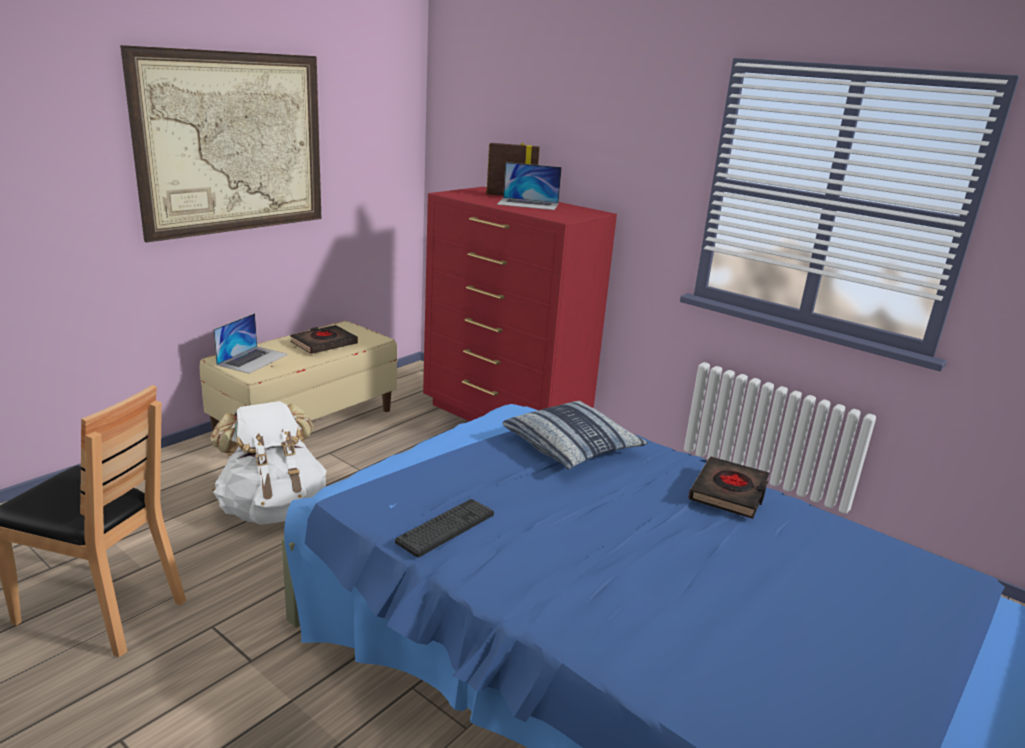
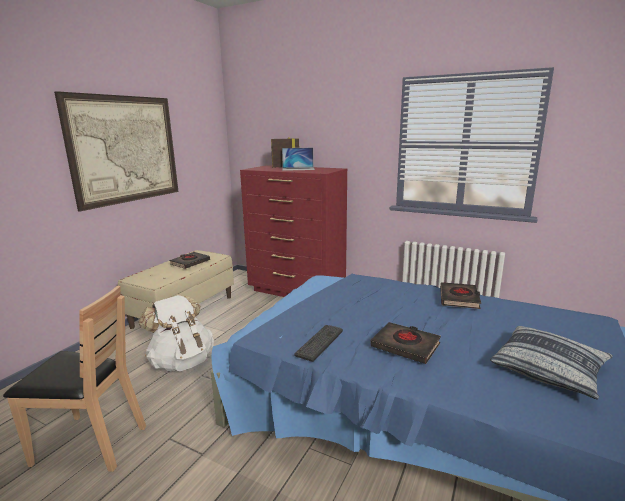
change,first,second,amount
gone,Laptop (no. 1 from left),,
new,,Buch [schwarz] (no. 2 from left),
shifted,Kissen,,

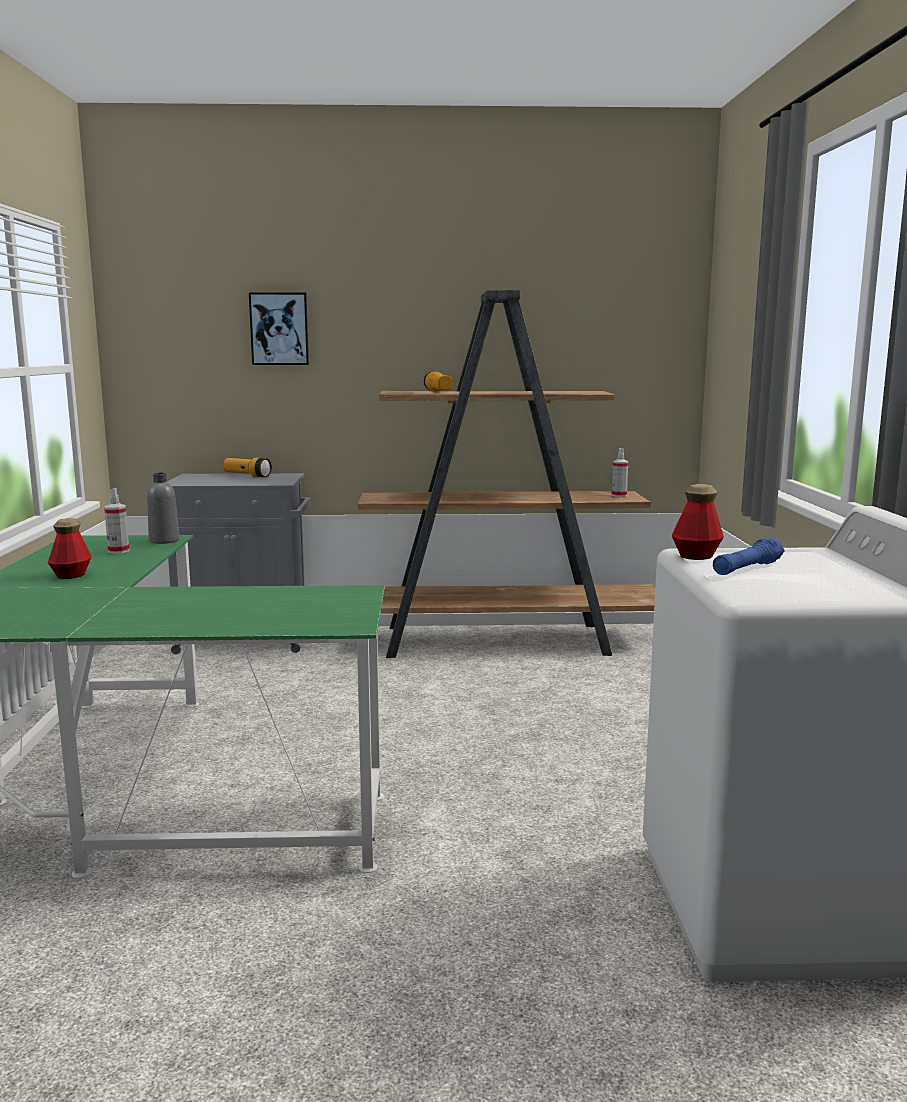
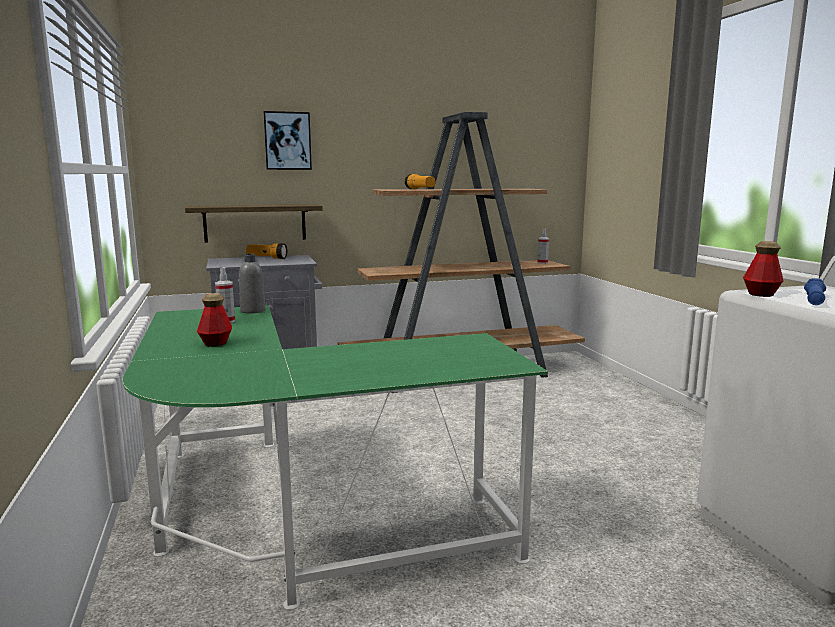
change,first,second,amount
new,,Wandregal,

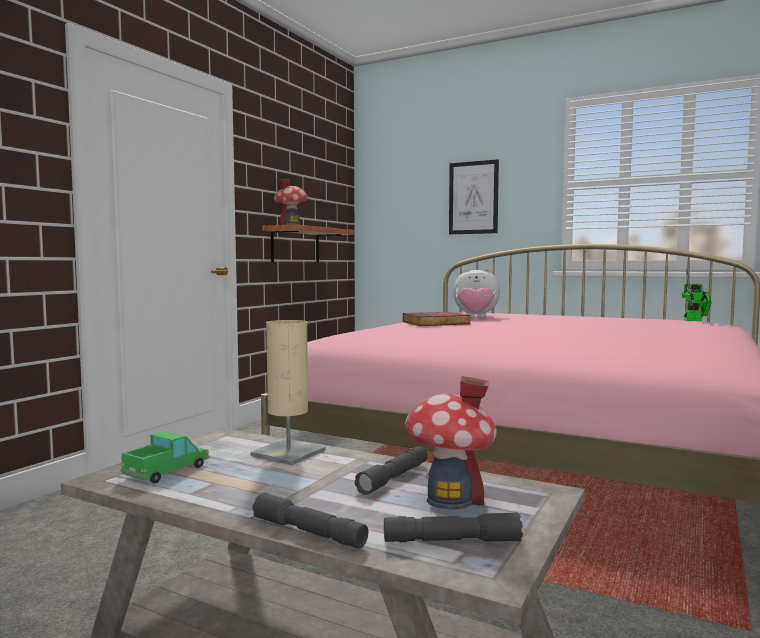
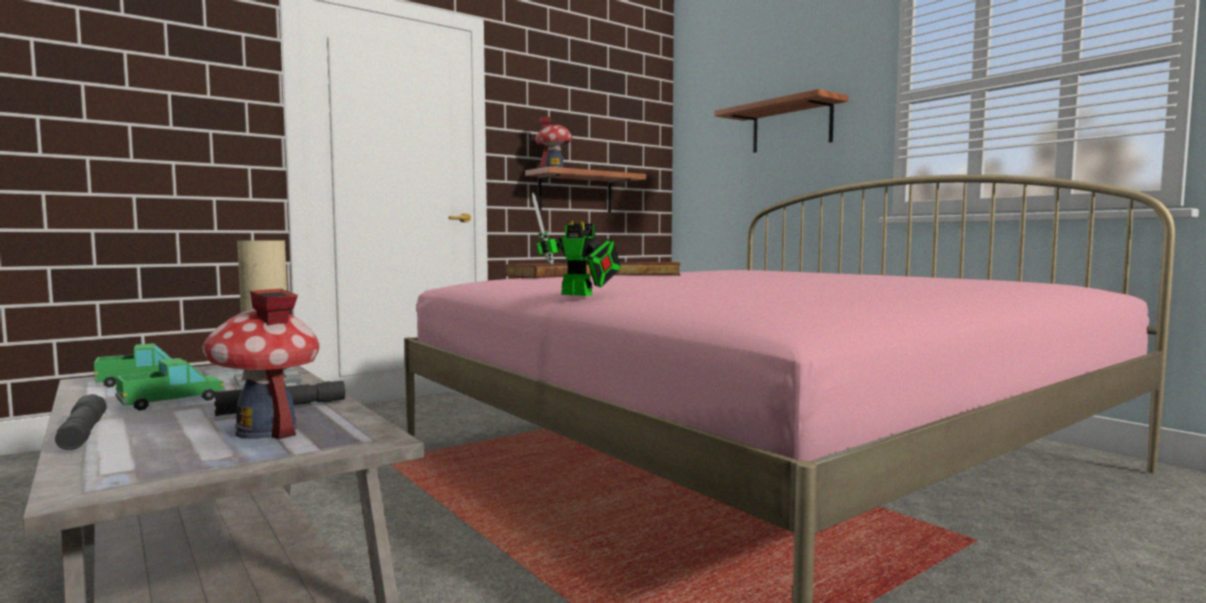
change,first,second,amount
gone,Taschenlampe [grau] (no. 3 from left),,
gone,Plüschtier,,
new,,Spielzeuglaster (no. 2 from left),
new,,Buch (no. 1 from left),
shifted,Spielzeugroboter,,
swapped,Bild,Wandregal (no. 2 from left),

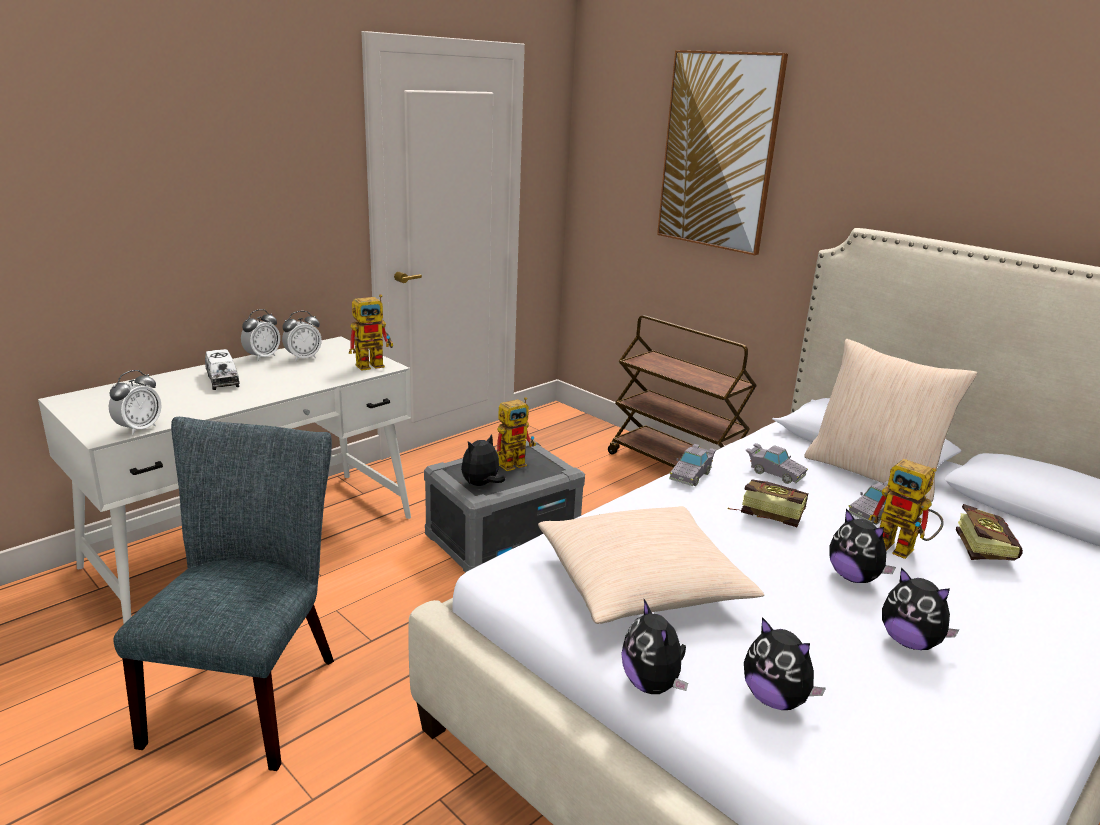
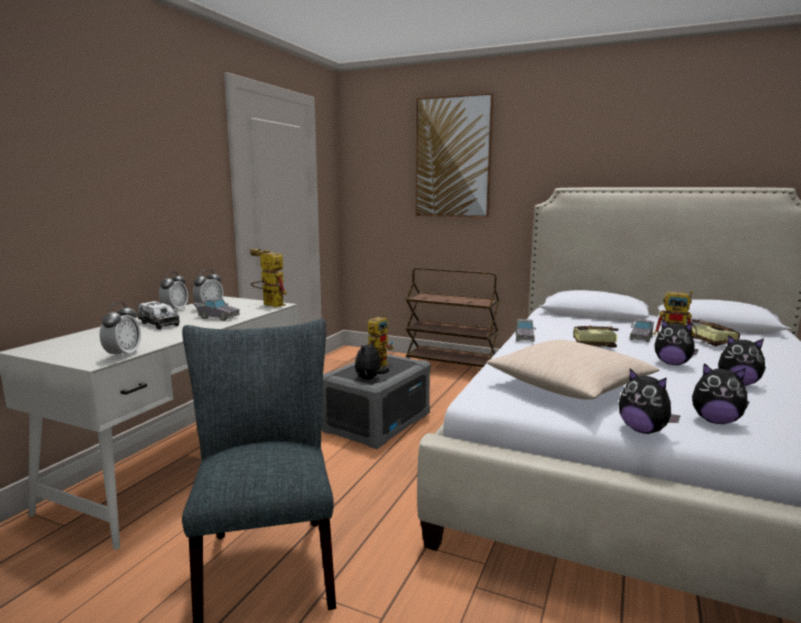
change,first,second,amount
gone,Kissen [beige] (no. 2 from left),,
shifted,Spielzeugauto [grau] (no. 2 from left in the first image),Spielzeugauto [grau] (no. 1 from left),
rotated,Spielzeugroboter (no. 1 from left),,90 degrees counterclockwise

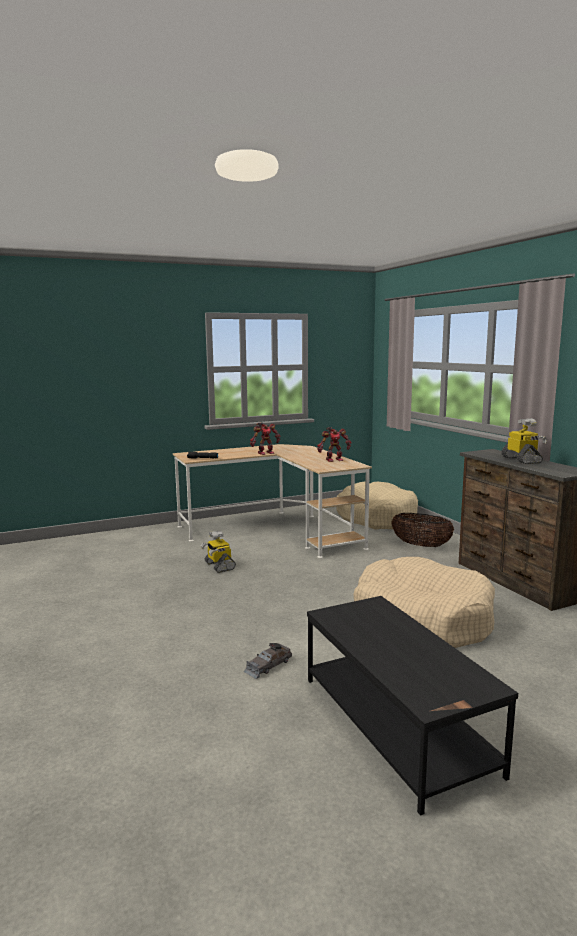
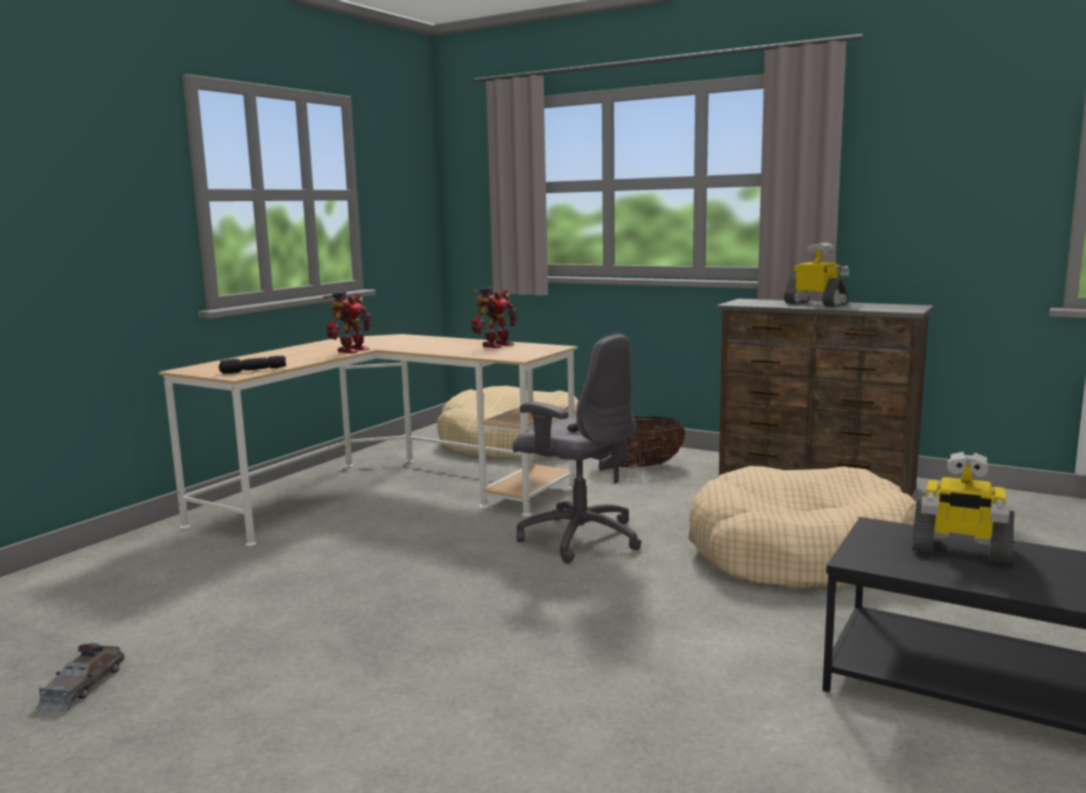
change,first,second,amount
new,,Bürostuhl [grau],
shifted,Spielzeugroboter (no. 1 from left in the first image),Spielzeugroboter (no. 4 from left),
shifted,Spielzeugauto [grau],,

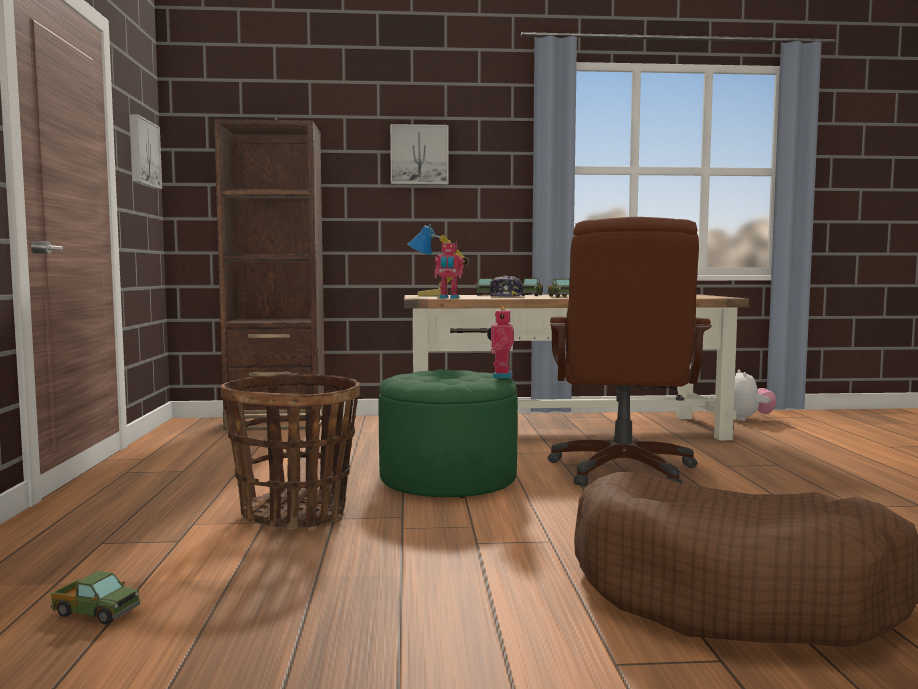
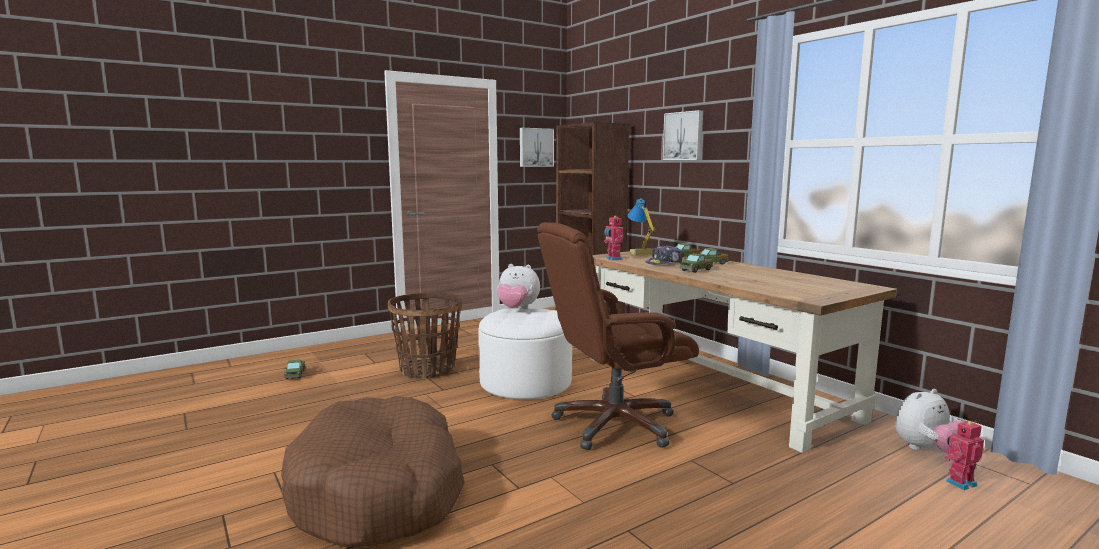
change,first,second,amount
new,,Plüschtier (no. 1 from left),
shifted,Spielzeugroboter (no. 2 from left),,
repainted,Polsterhocker [grün],Polsterhocker [weiß],

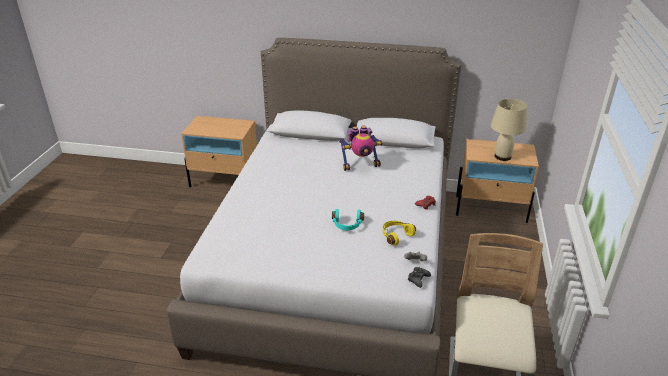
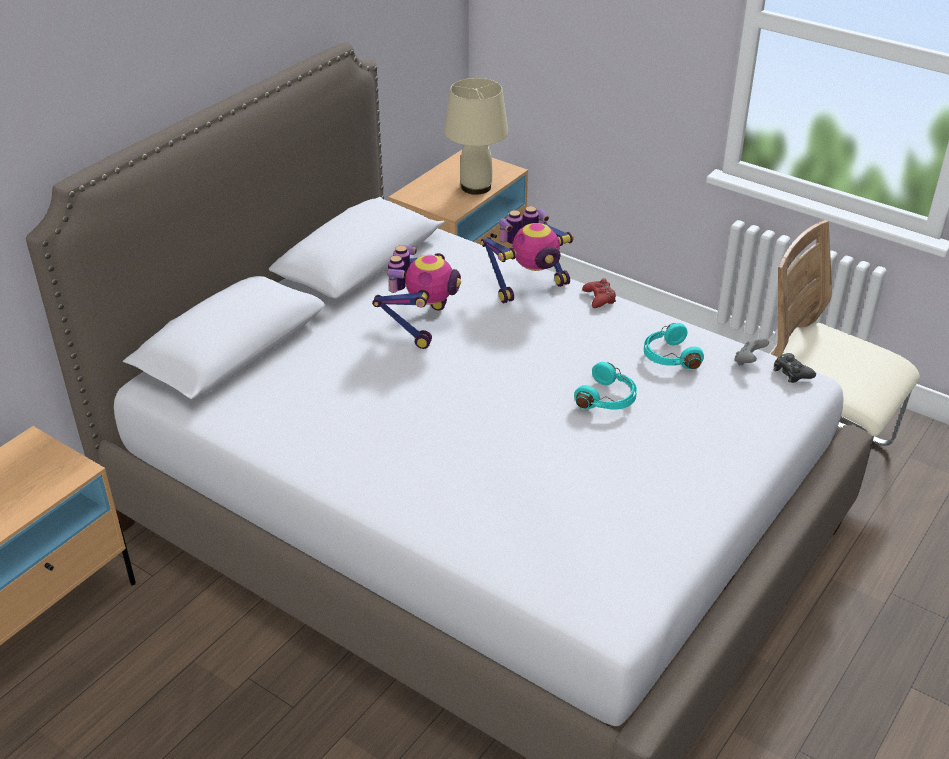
change,first,second,amount
new,,Spielzeugroboter (no. 2 from left),
repainted,Kopfhörer [gelb],Kopfhörer [türkis] (no. 2 from left),

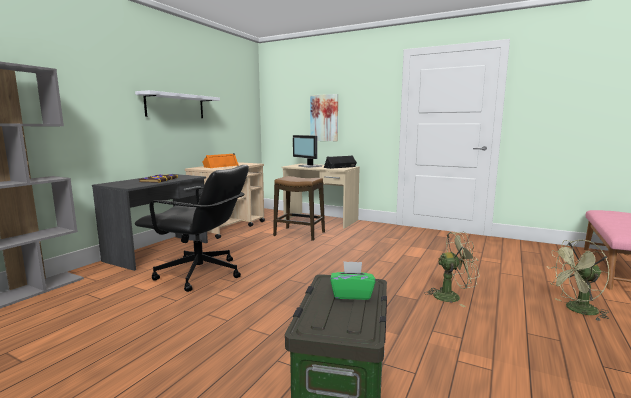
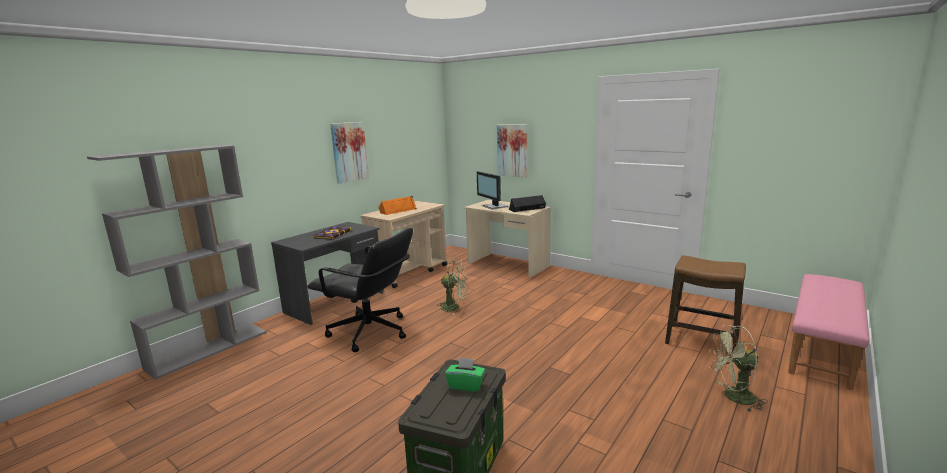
change,first,second,amount
shifted,Hocker,,
shifted,Ventilator [grün] (no. 1 from left),,
swapped,Wandregal [weiß],Bild (no. 1 from left),

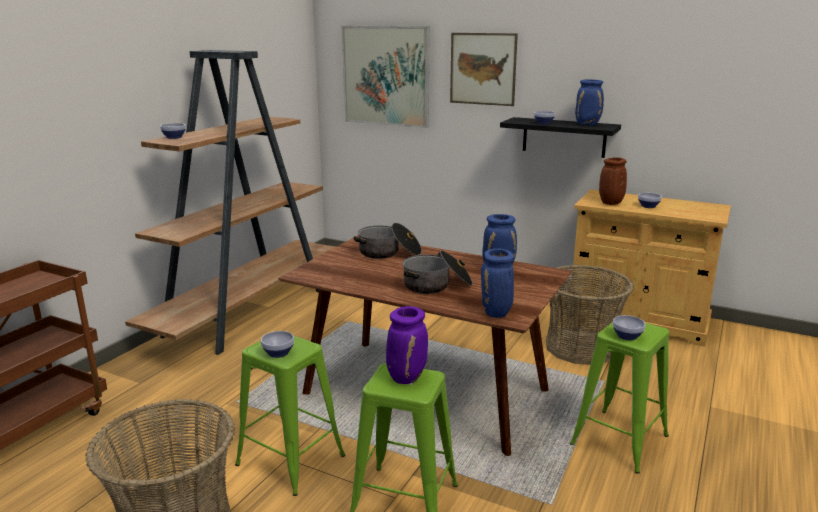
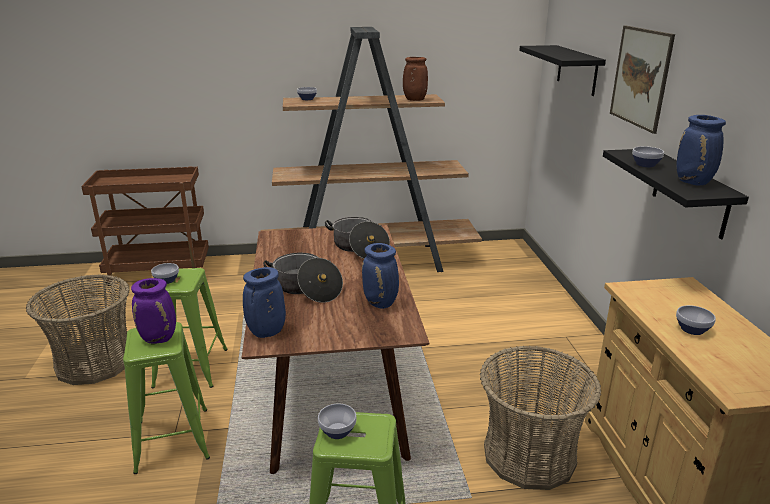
change,first,second,amount
shifted,Vase [braun],,
swapped,Bild (no. 1 from left),Wandregal [schwarz] (no. 1 from left),

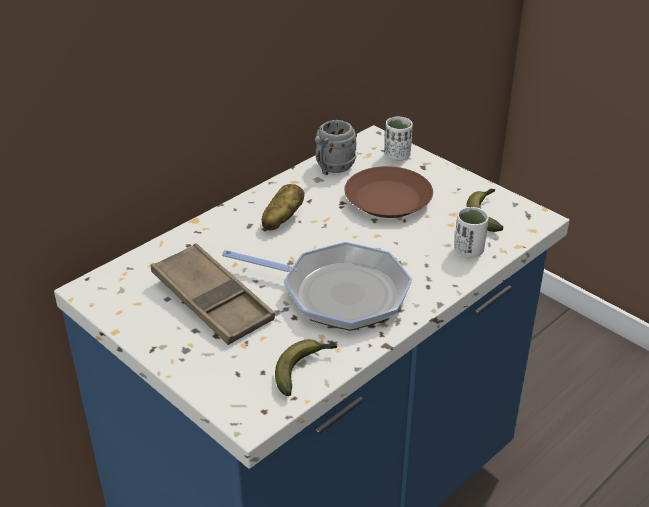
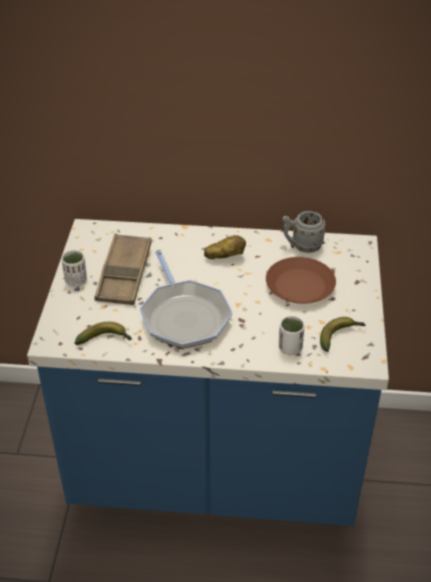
change,first,second,amount
shifted,Tasse [weiß] (no. 1 from left),,

